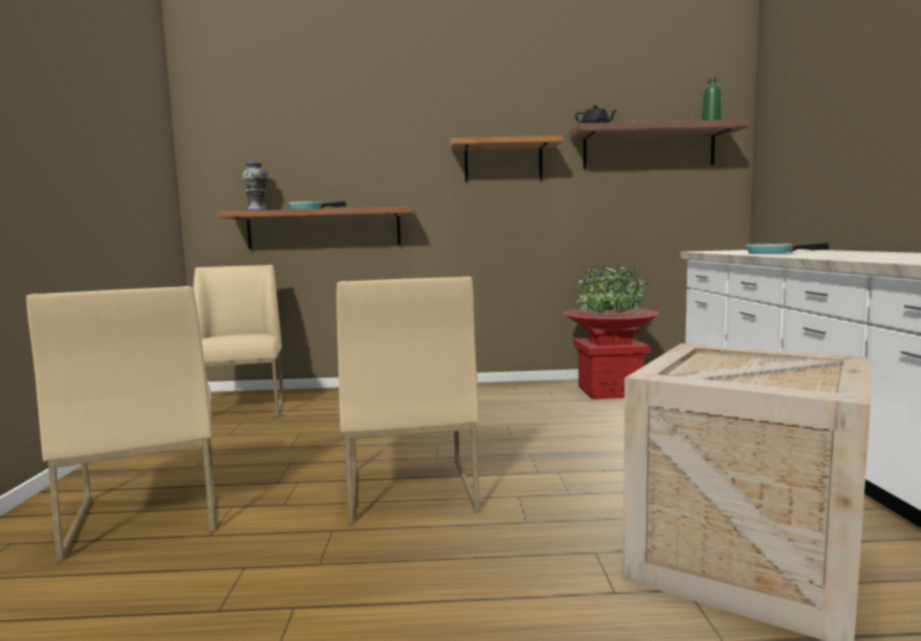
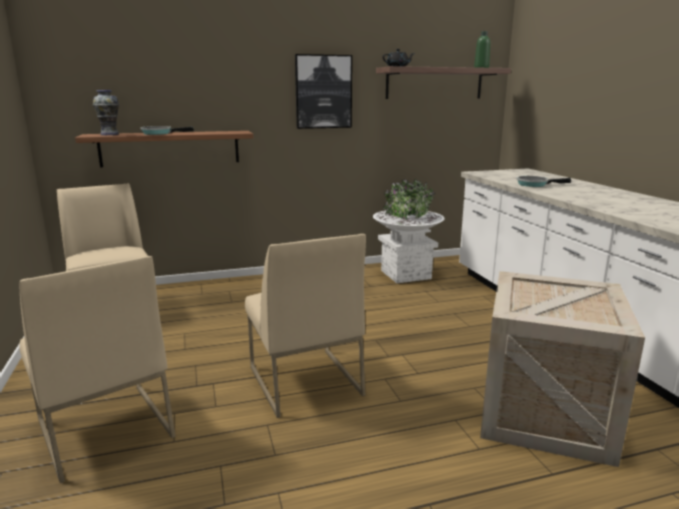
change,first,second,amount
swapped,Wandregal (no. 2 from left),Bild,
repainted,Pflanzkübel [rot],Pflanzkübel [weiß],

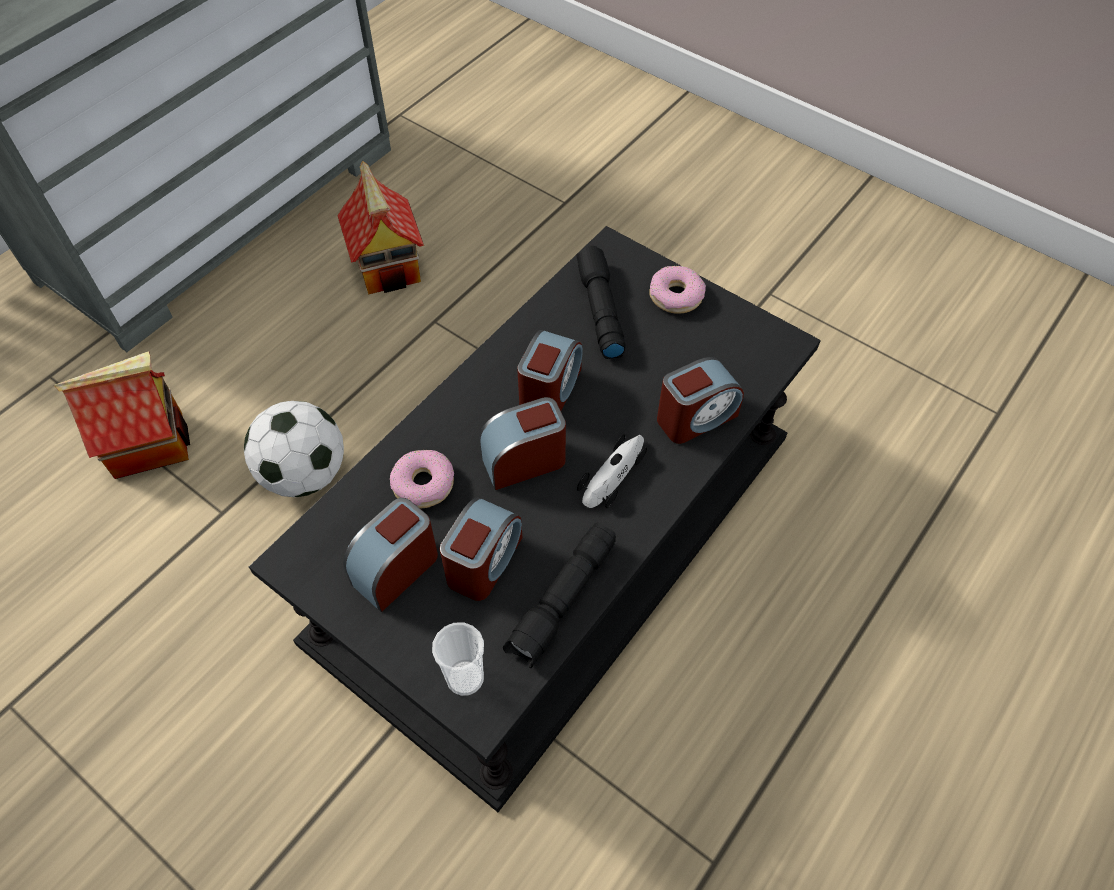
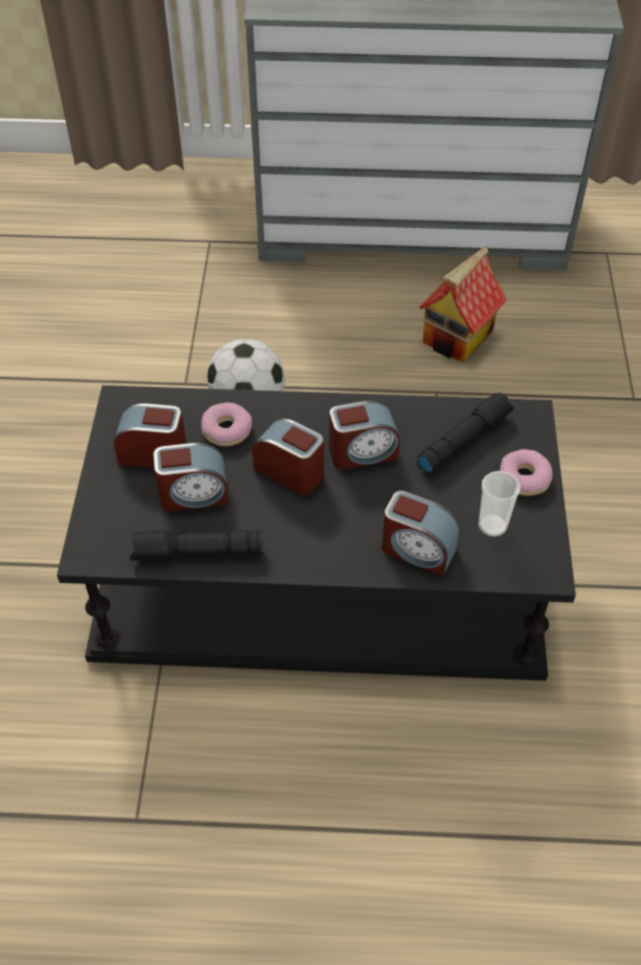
change,first,second,amount
gone,Spielzeughaus (no. 1 from left),,
gone,Spielzeugauto,,
shifted,Tasse,,

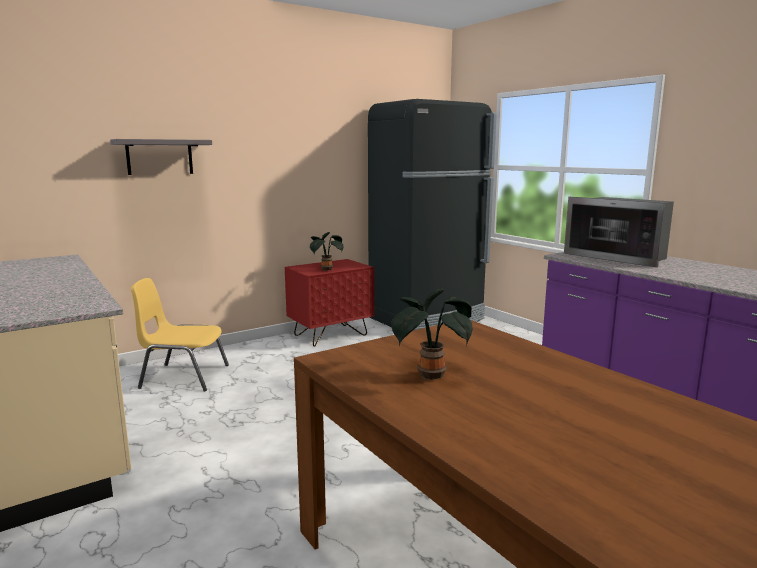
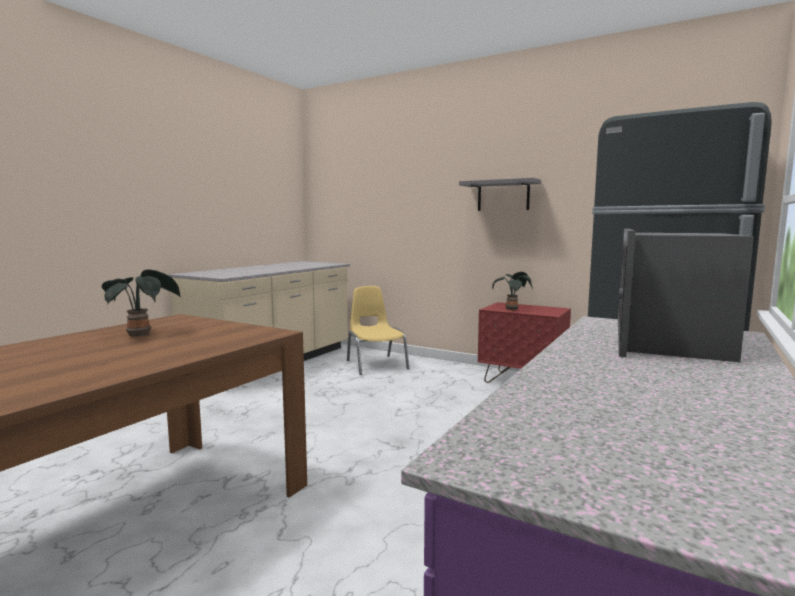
change,first,second,amount
shifted,Wandregal [grau],,

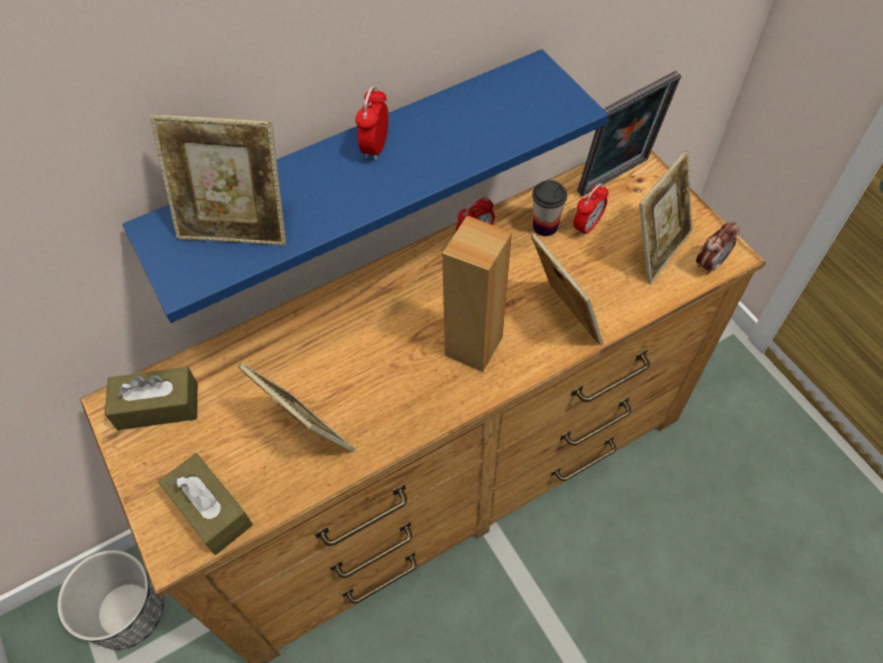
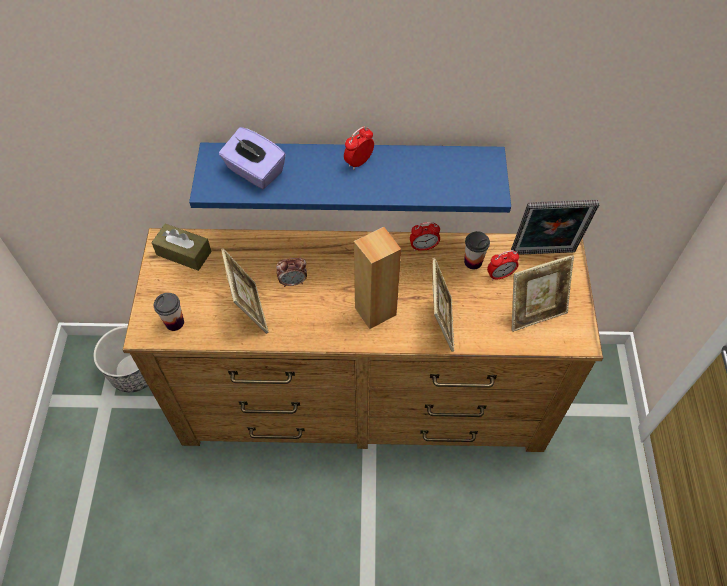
change,first,second,amount
shifted,Wecker (no. 4 from left in the first image),Wecker (no. 1 from left),
swapped,Bilderrahmen (no. 1 from left),Taschentuchbox [lila],
swapped,Taschentuchbox [braun] (no. 2 from left),Tasse (no. 1 from left),

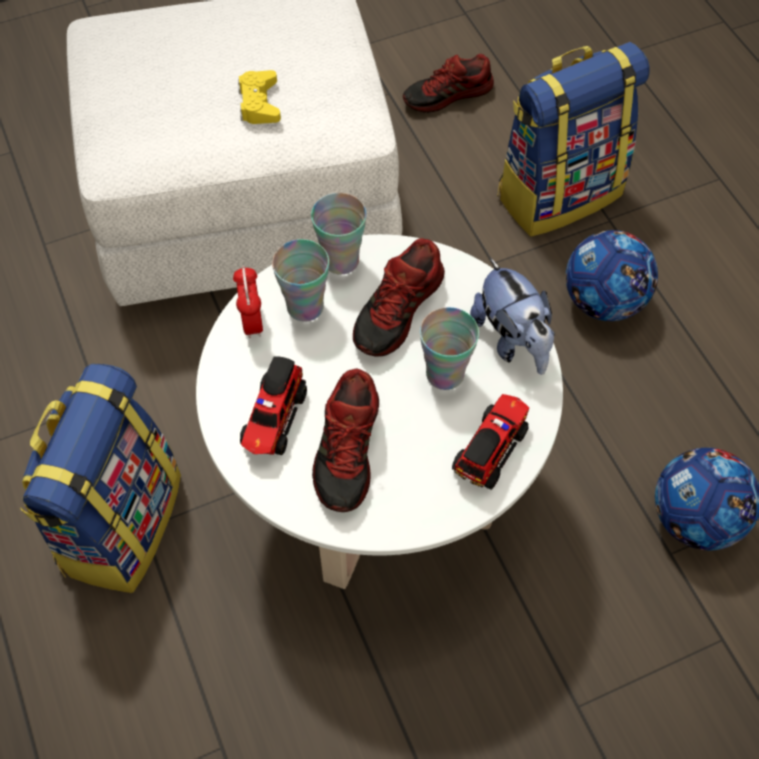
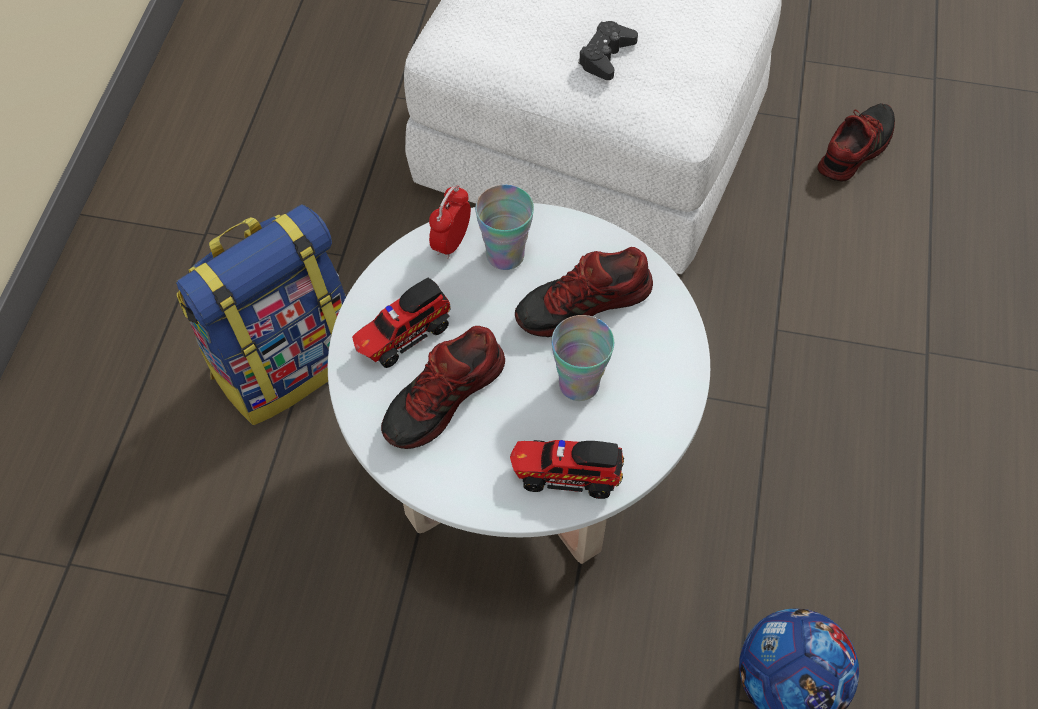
change,first,second,amount
gone,Tasse (no. 2 from left),,
gone,Plüschtier,,
gone,Rucksack (no. 2 from left),,
gone,Fußball (no. 1 from left),,
repainted,Gamepad [gelb],Gamepad [schwarz],
rotated,Schuh (no. 3 from left),,120 degrees clockwise
rotated,Spielzeuglaster (no. 2 from left),,150 degrees counterclockwise

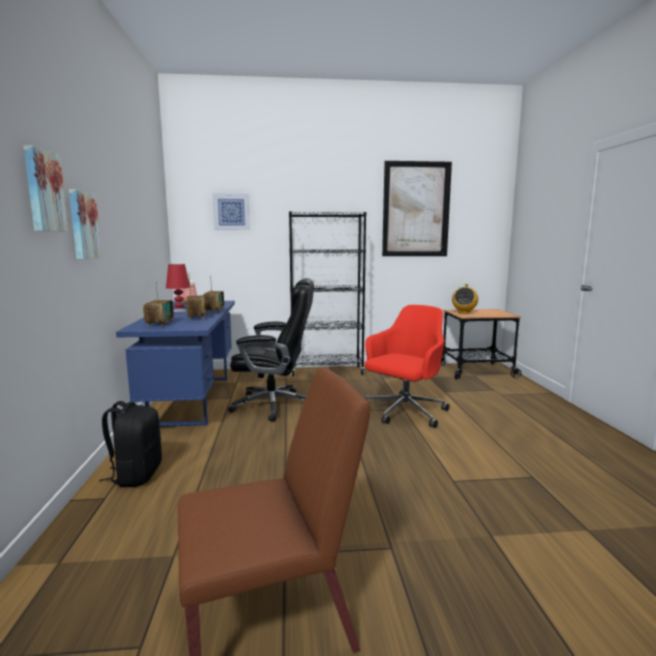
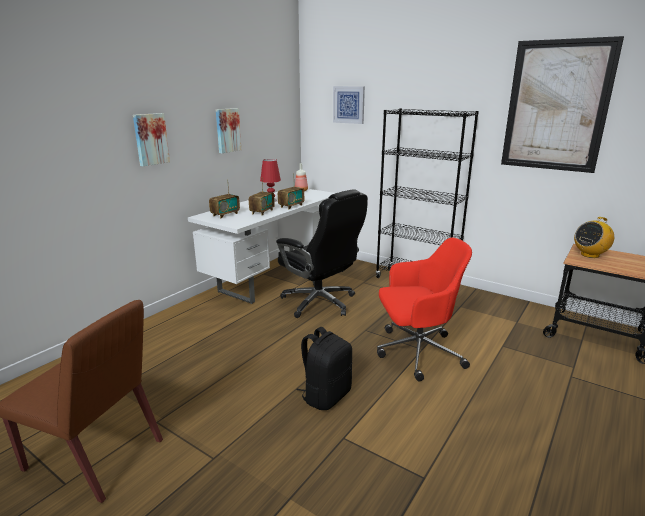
change,first,second,amount
shifted,Bild (no. 1 from left in the first image),Bild (no. 2 from left),
shifted,Rucksack [schwarz],,
repainted,Schreibtisch [blau],Schreibtisch [weiß],

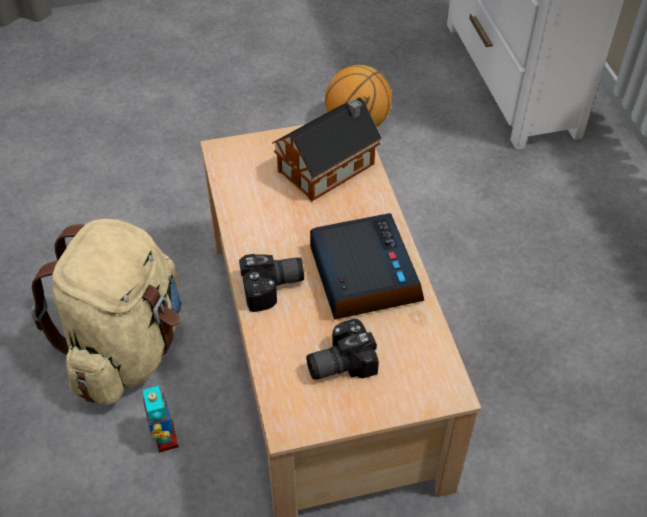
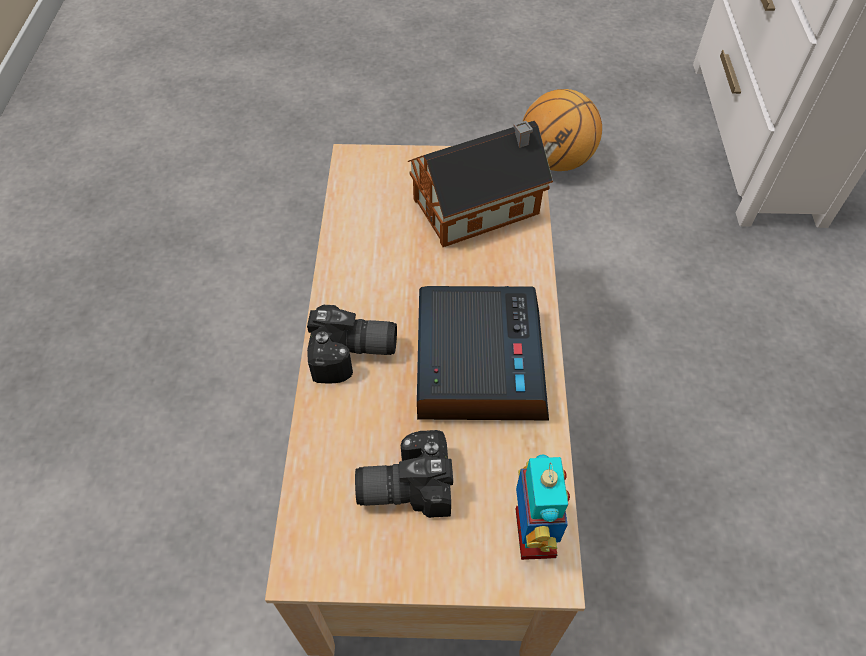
change,first,second,amount
gone,Rucksack [beige],,
shifted,Spielzeugroboter,,

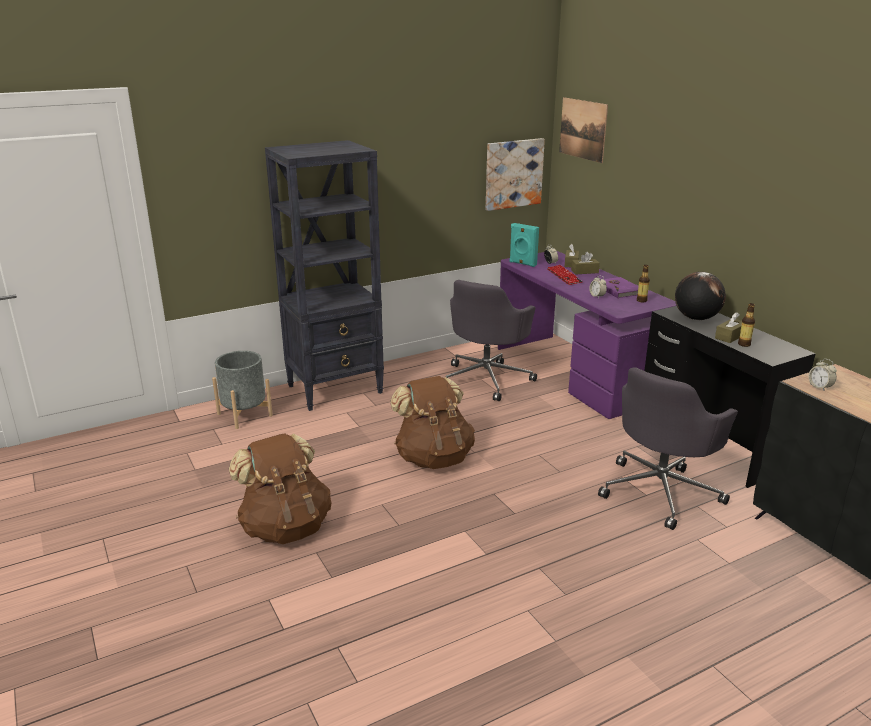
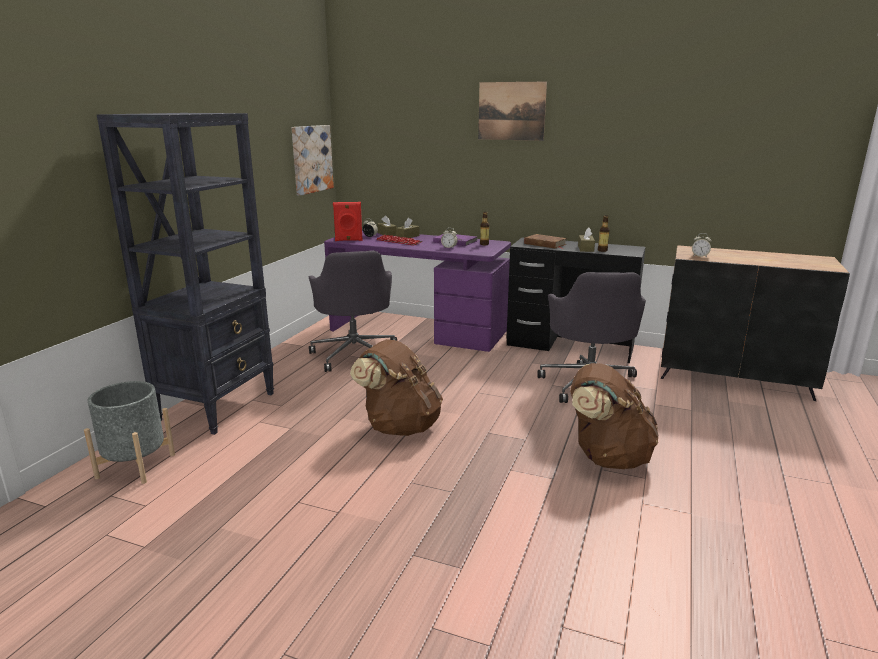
change,first,second,amount
shifted,Rucksack [braun] (no. 1 from left in the first image),Rucksack [braun] (no. 2 from left),
shifted,Bild (no. 2 from left),,
swapped,Globus,Buch [braun],
repainted,Lautsprecher [türkis],Lautsprecher [rot],

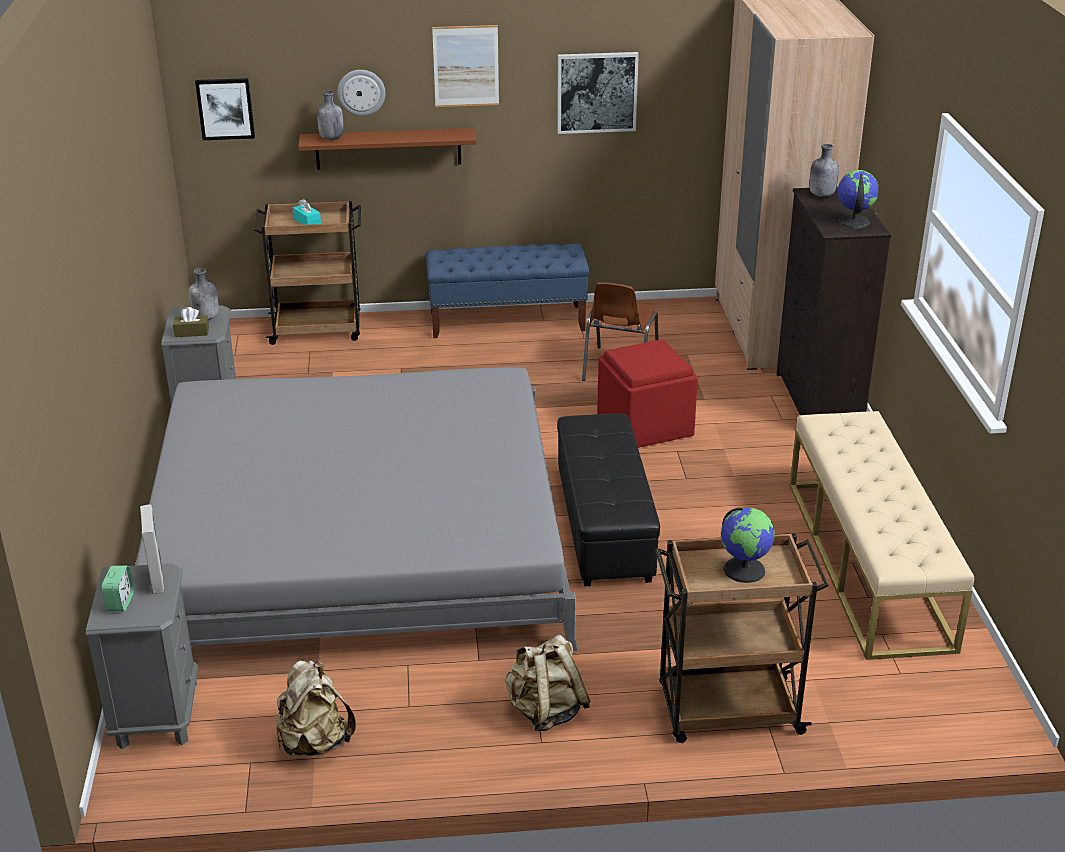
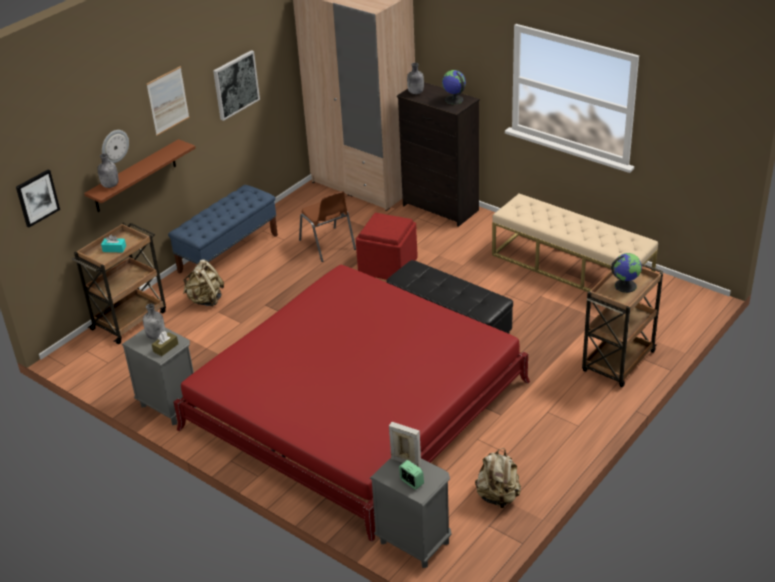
change,first,second,amount
shifted,Rucksack [beige] (no. 2 from left in the first image),Rucksack [beige] (no. 1 from left),
repainted,Bett [grau],Bett [rot],

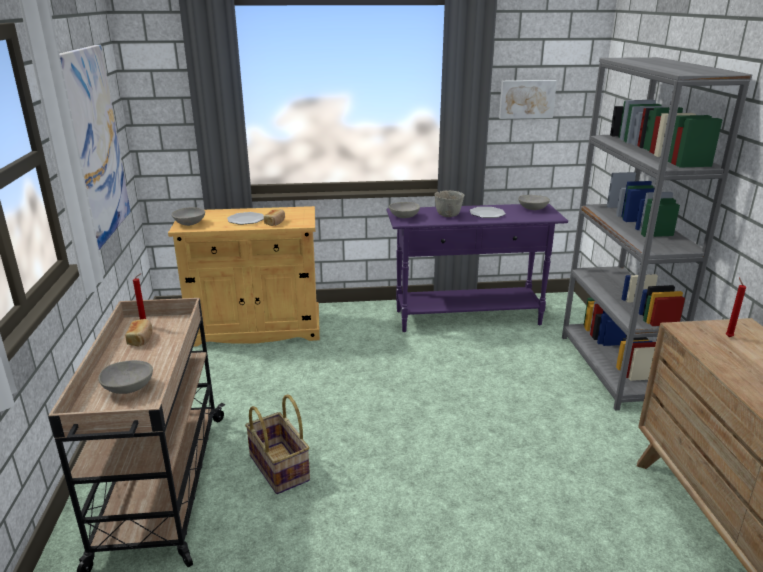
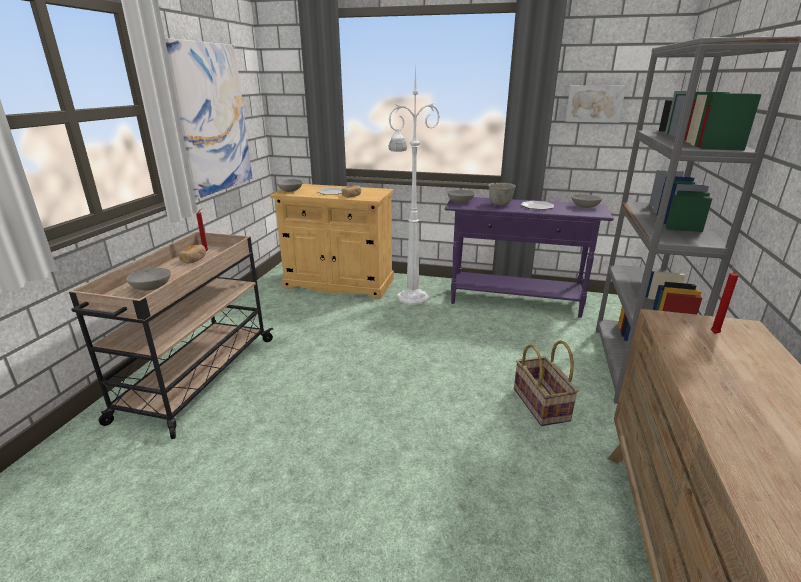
change,first,second,amount
new,,Stehlampe [weiß],
shifted,Korb,,

